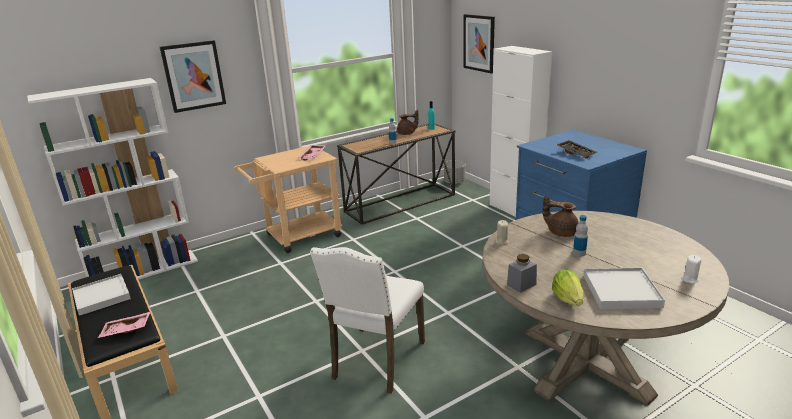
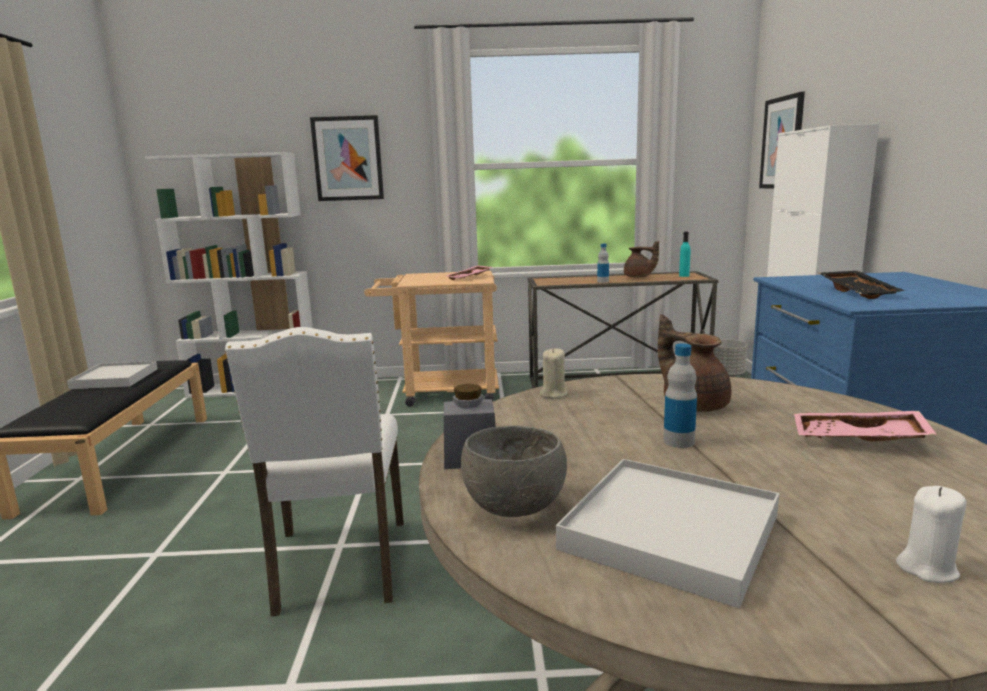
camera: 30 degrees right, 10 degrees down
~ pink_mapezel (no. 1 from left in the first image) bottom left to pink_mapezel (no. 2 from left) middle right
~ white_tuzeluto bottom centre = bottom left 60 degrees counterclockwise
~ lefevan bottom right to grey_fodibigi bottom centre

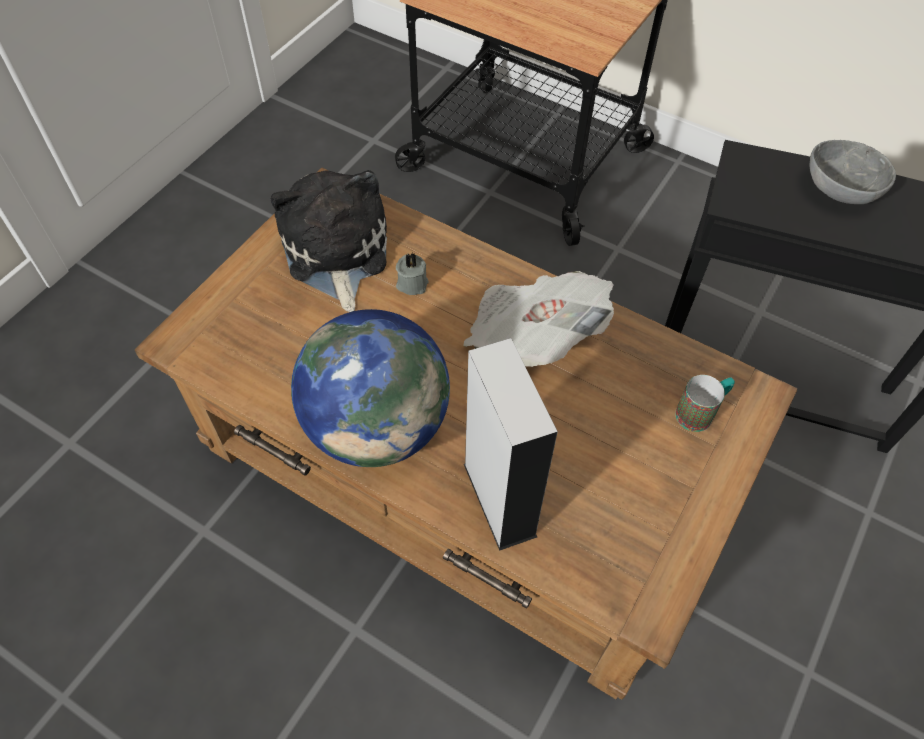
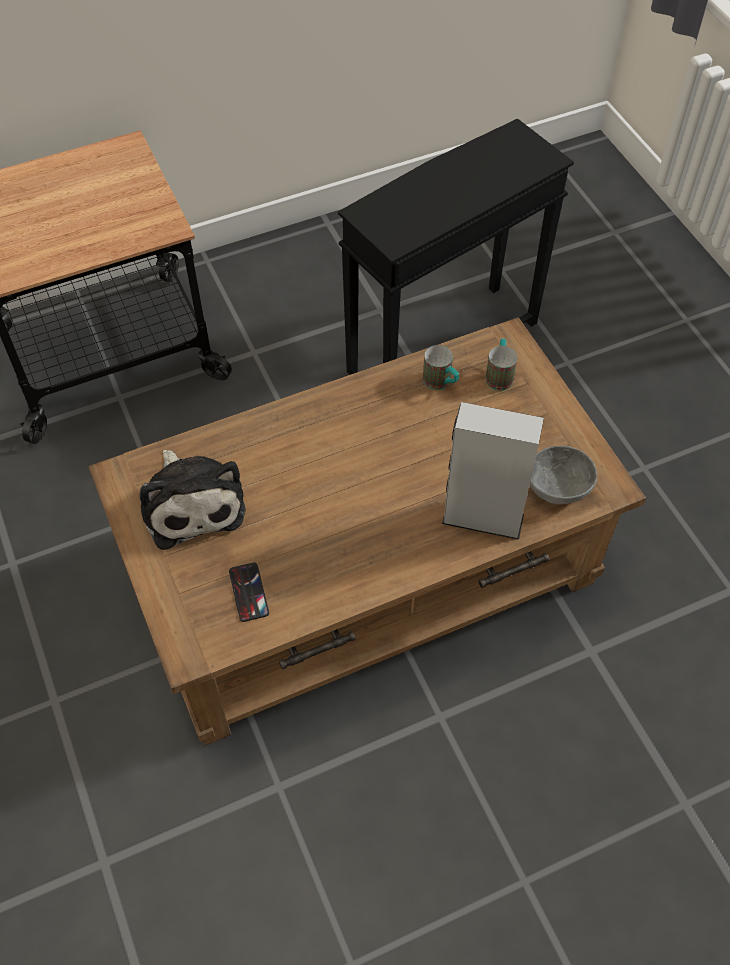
camera: 55 degrees left, 0 degrees up
~ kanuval top centre = middle left 135 degrees counterclockwise
- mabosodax centre
- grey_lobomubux centre
- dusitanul centre
~ grey_fodibigi top right to middle right
+ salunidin centre
+ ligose (no. 1 from left) centre

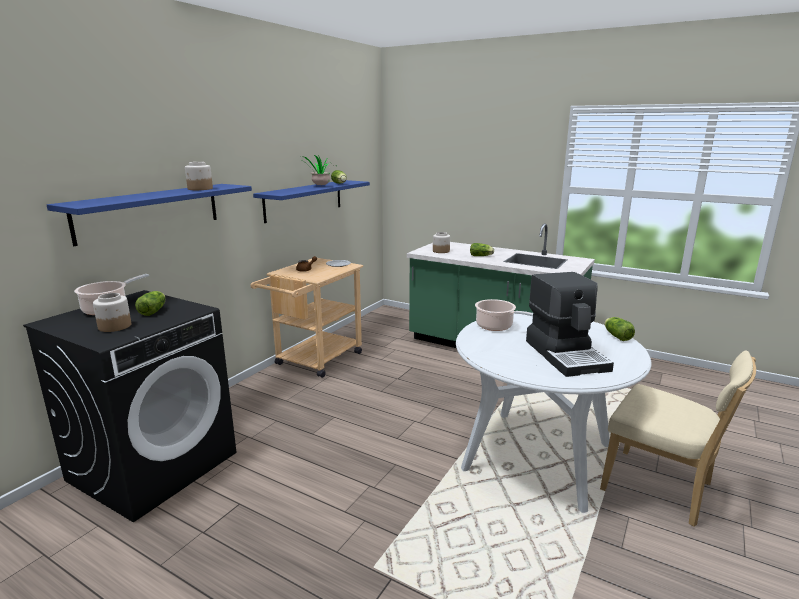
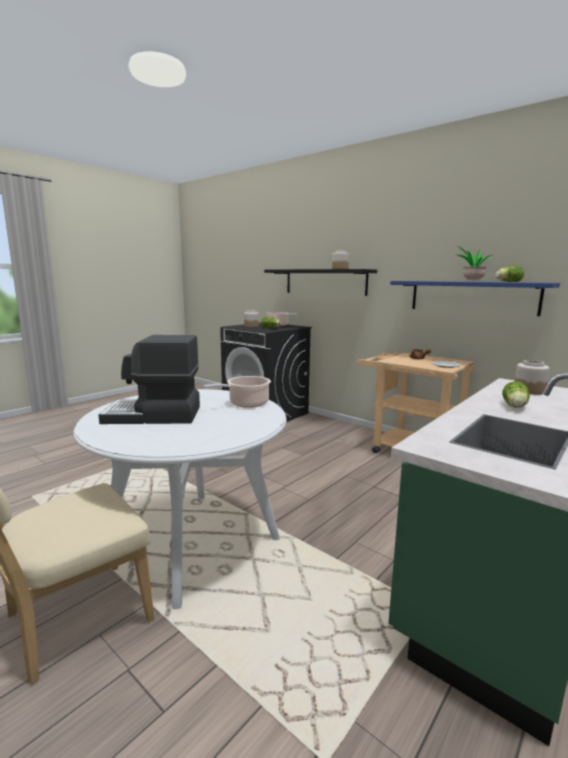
camera: 100 degrees right, 5 degrees down
~ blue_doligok (no. 1 from left) middle left to black_doligok centre
- lefevan (no. 4 from left) middle right

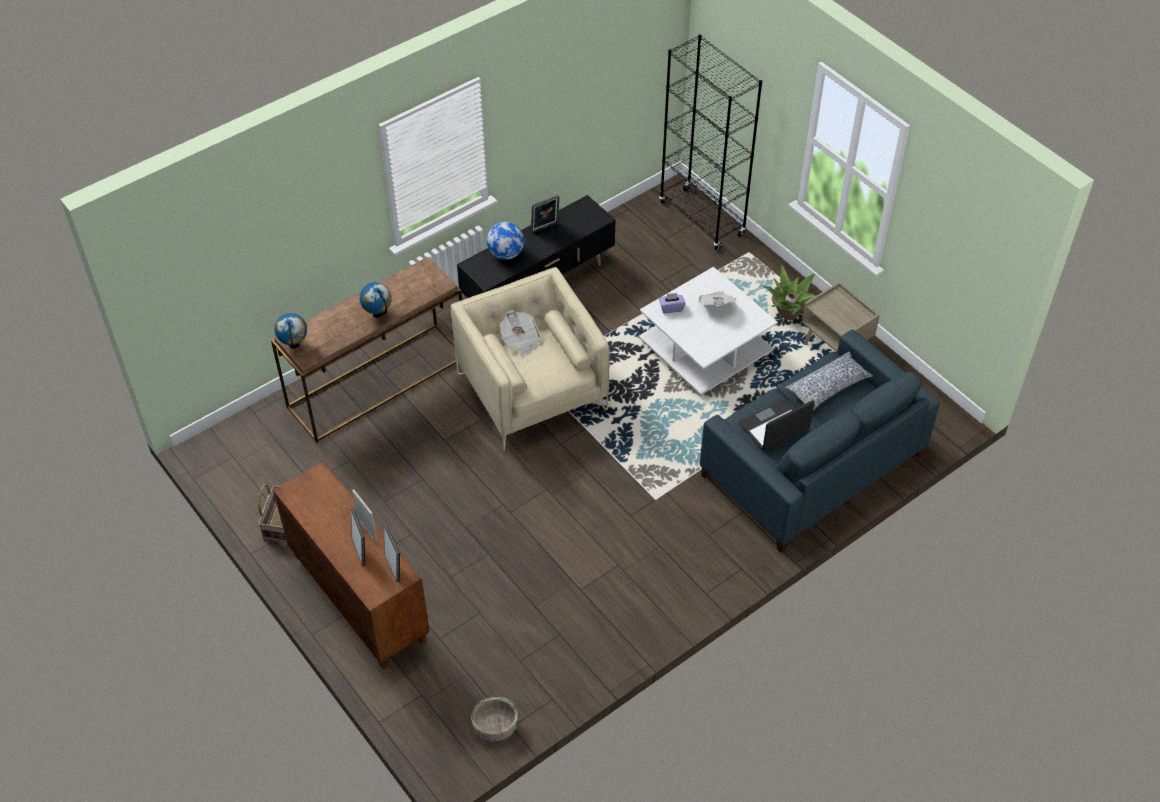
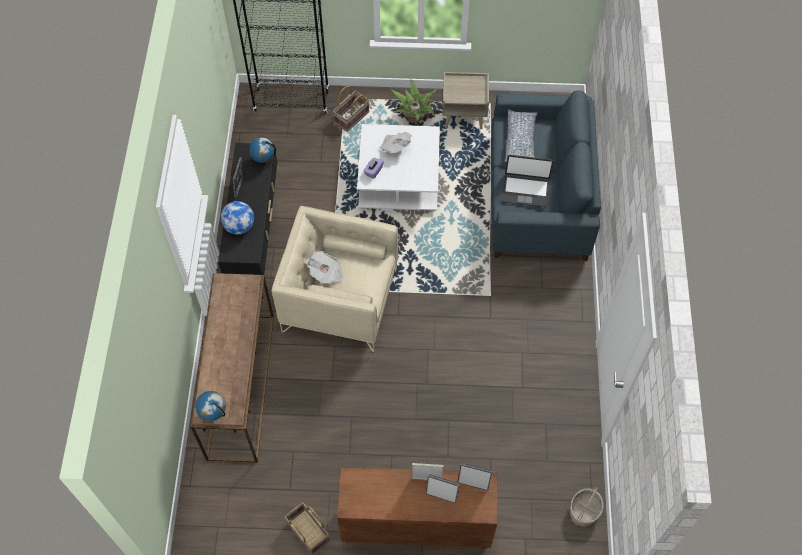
camera: 50 degrees left, 10 degrees up
~ mabosodax (no. 2 from left in the first image) middle left to mabosodax (no. 3 from left) top left
~ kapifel middle right = top centre 90 degrees counterclockwise
+ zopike (no. 2 from left) top centre

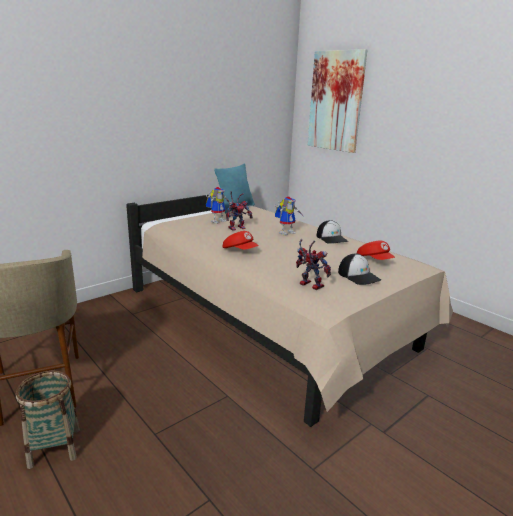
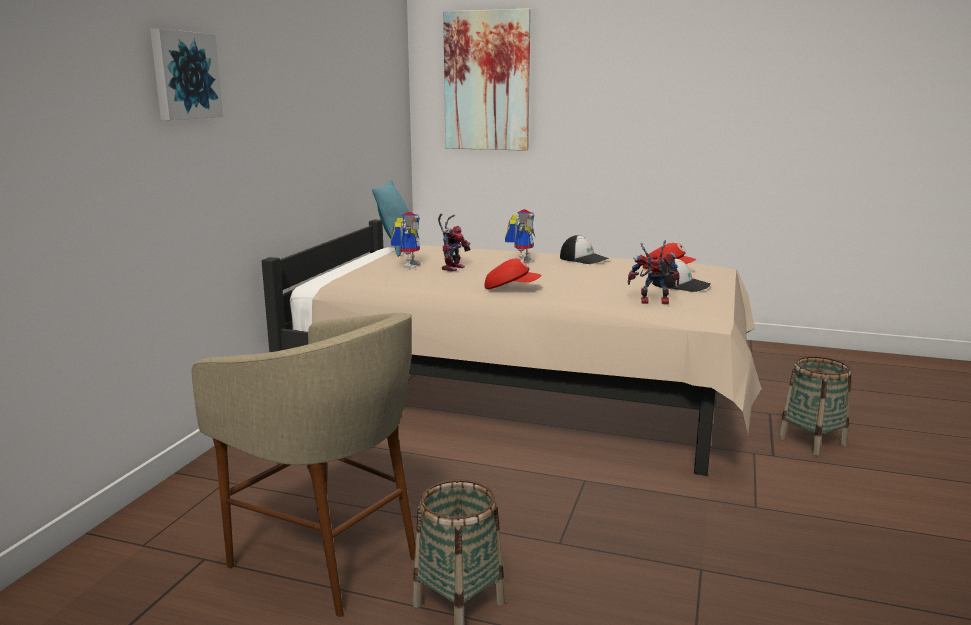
camera: 30 degrees left, 5 degrees down
+ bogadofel (no. 1 from left) top left
+ zopike (no. 2 from left) middle right

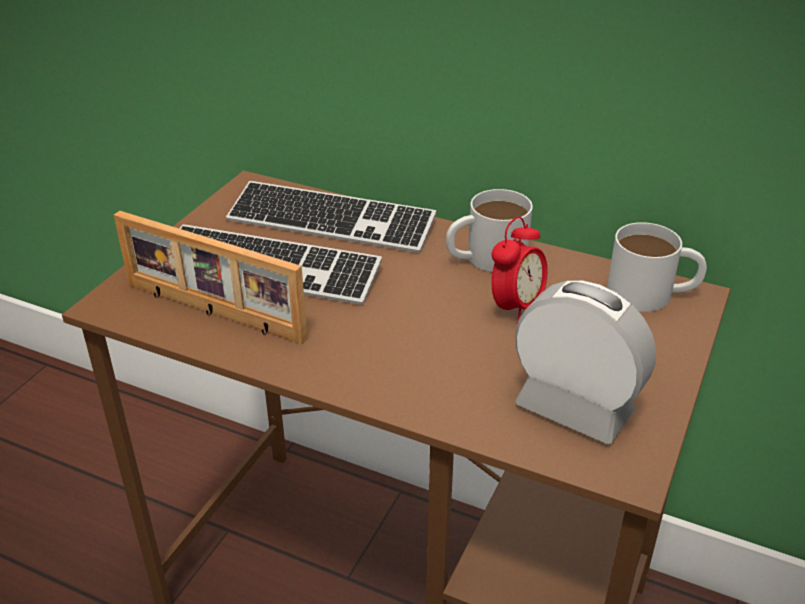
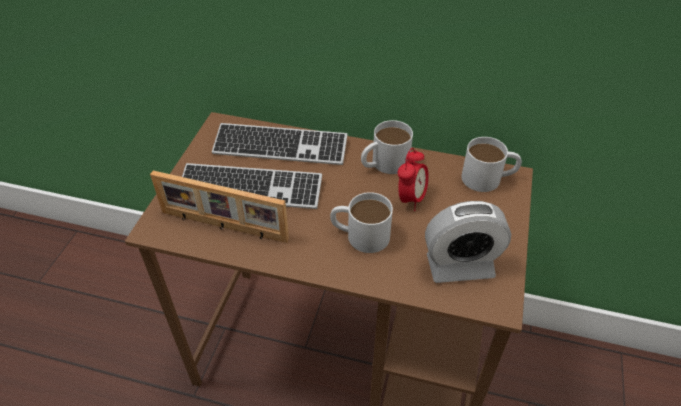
camera: 10 degrees left, 10 degrees up
~ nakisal (no. 2 from left) middle right = middle right 150 degrees clockwise
+ white_ligose (no. 1 from left) centre

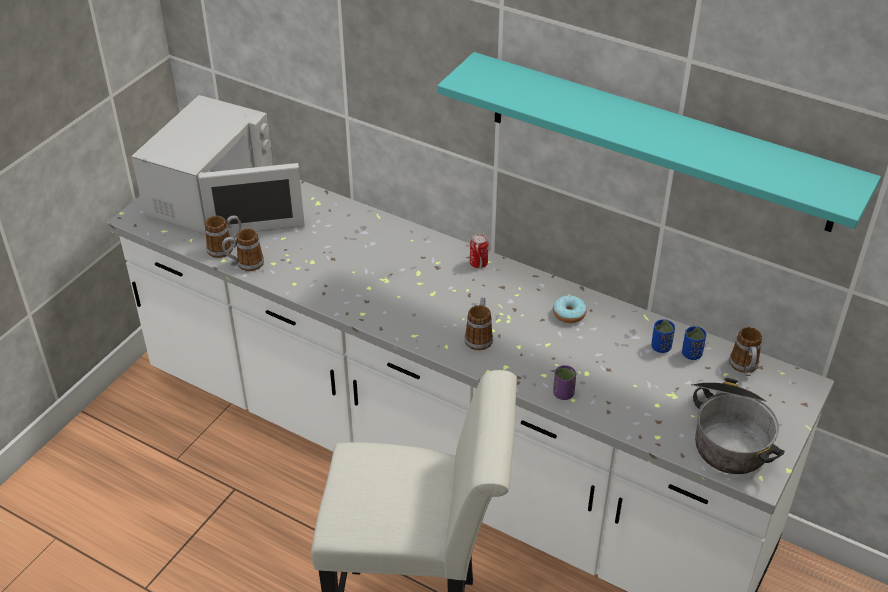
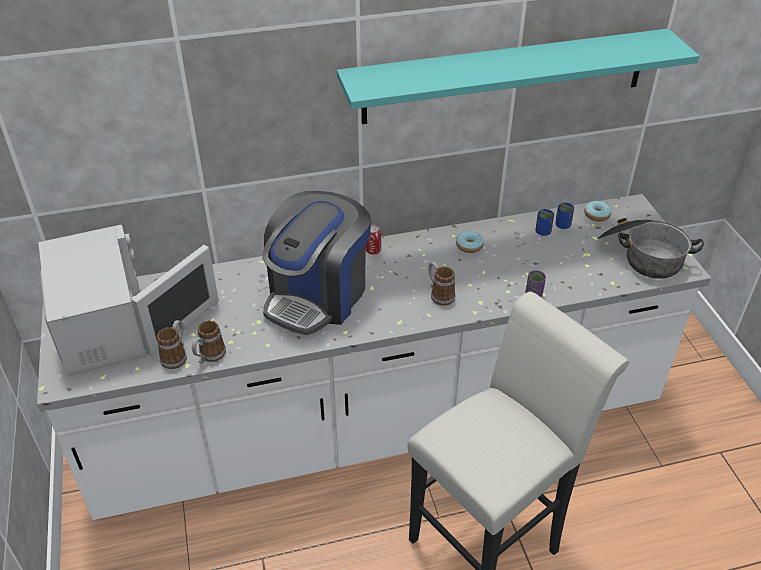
camera: 45 degrees left, 0 degrees up
~ ligose (no. 4 from left) middle right to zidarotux (no. 2 from left) middle right
+ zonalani centre

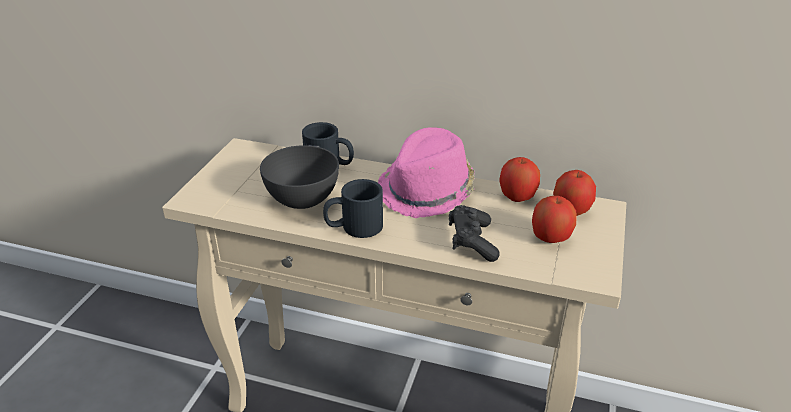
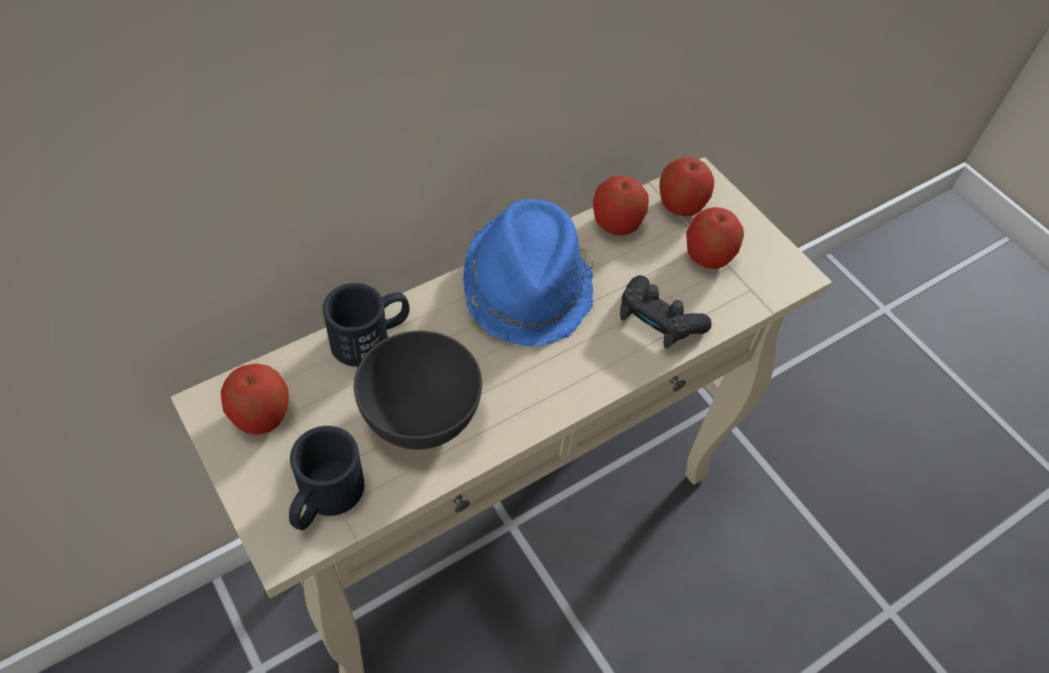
camera: 55 degrees left, 20 degrees up
~ black_ligose (no. 2 from left in the first image) centre to black_ligose (no. 1 from left) bottom left
~ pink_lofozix centre to blue_lofozix centre
+ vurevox (no. 1 from left) middle left

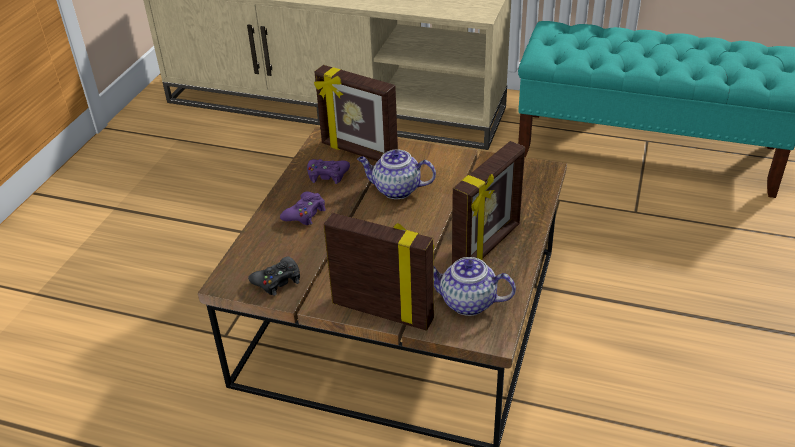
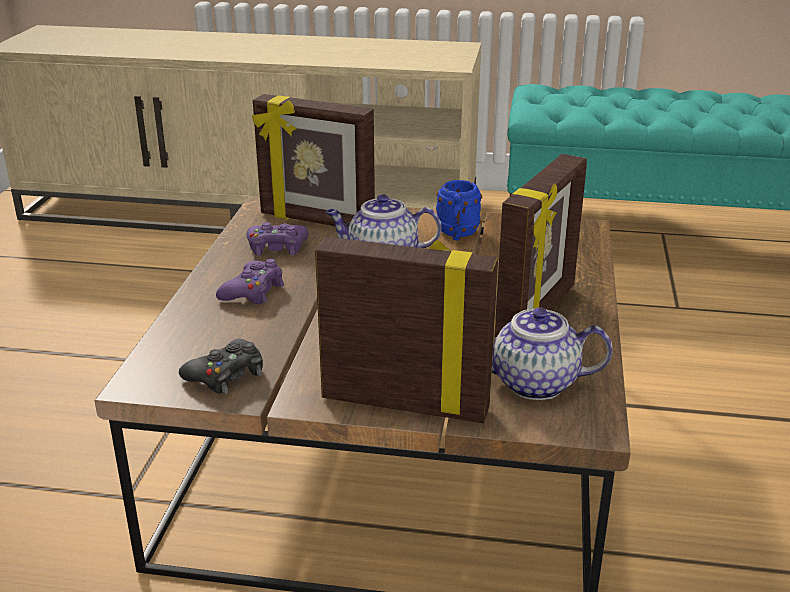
camera: 10 degrees left, 10 degrees down
+ blue_ligose centre

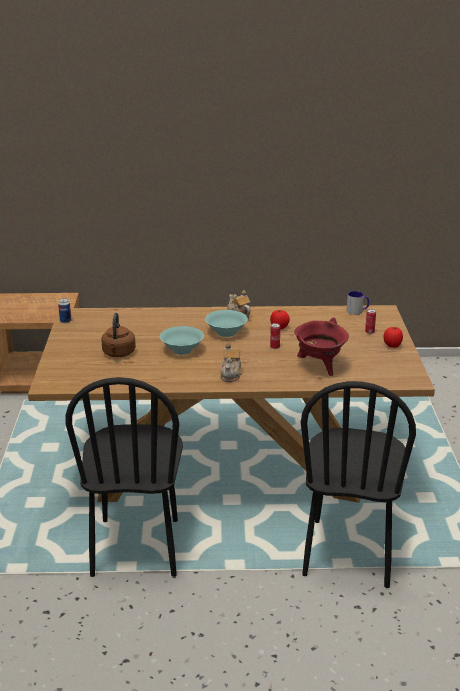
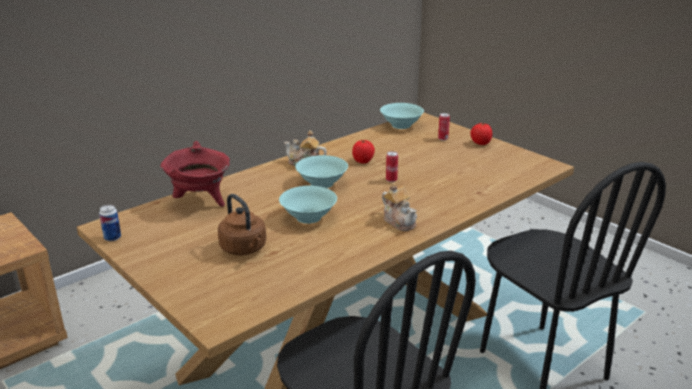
camera: 40 degrees left, 0 degrees up
~ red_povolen middle right to middle left
~ ligose middle right to turquoise_fodibigi (no. 3 from left) top centre

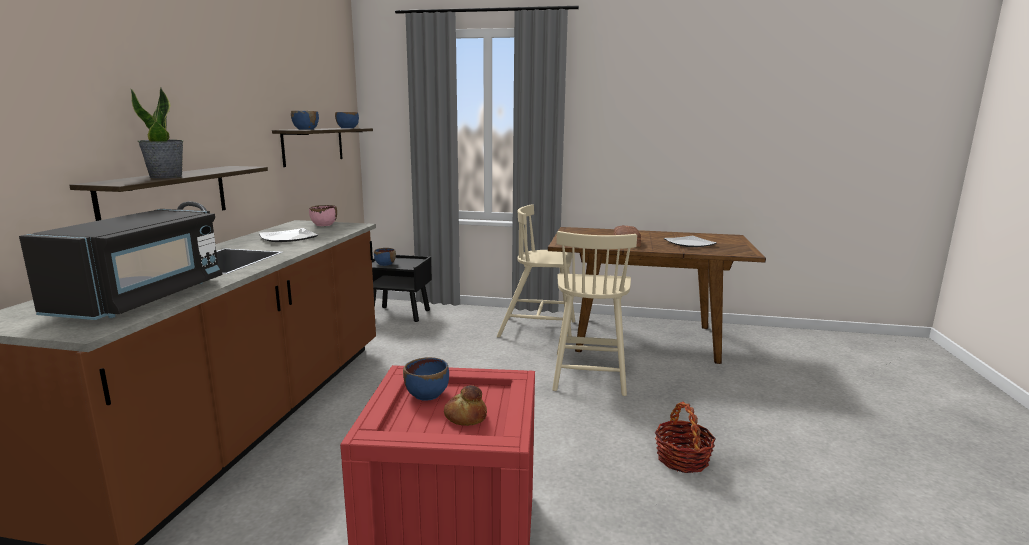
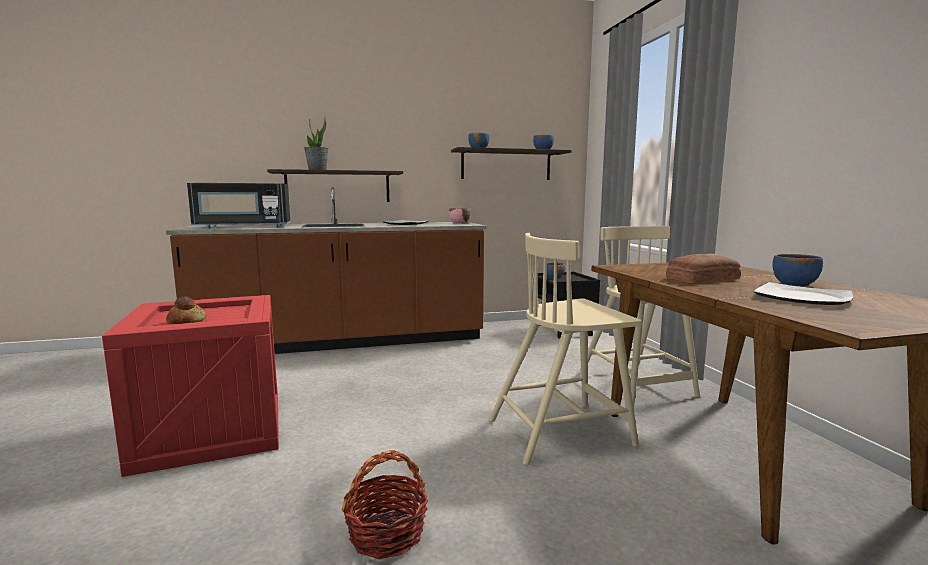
camera: 65 degrees right, 5 degrees down
~ blue_fodibigi (no. 4 from left) bottom centre to middle right

